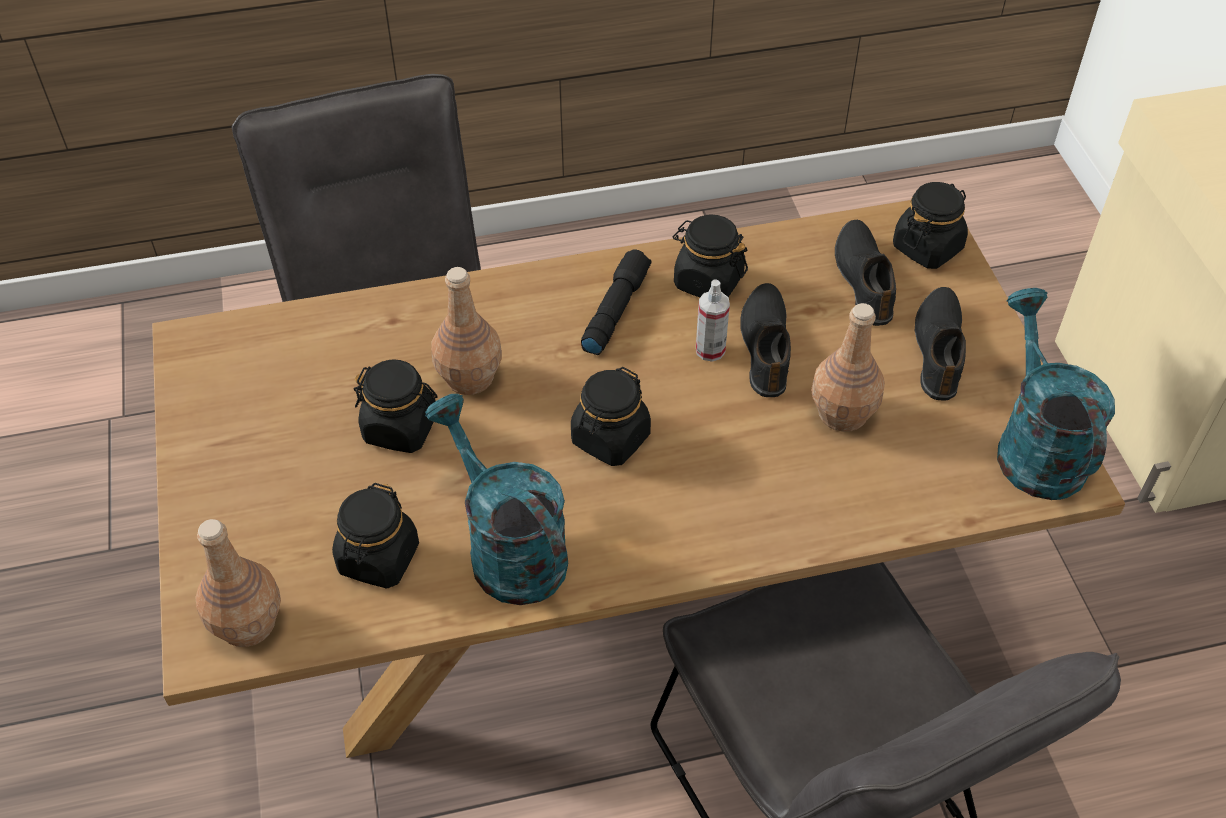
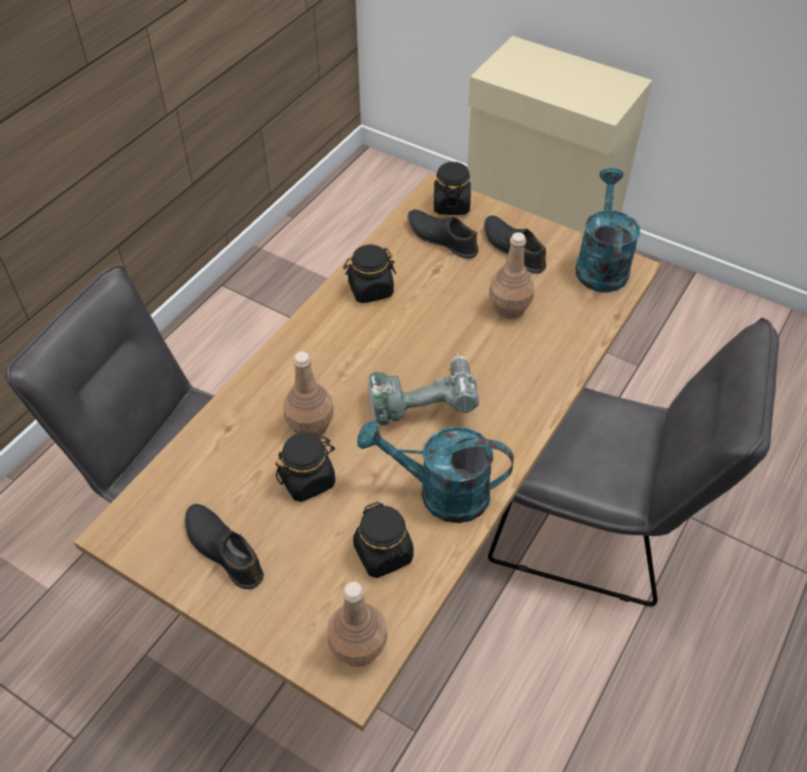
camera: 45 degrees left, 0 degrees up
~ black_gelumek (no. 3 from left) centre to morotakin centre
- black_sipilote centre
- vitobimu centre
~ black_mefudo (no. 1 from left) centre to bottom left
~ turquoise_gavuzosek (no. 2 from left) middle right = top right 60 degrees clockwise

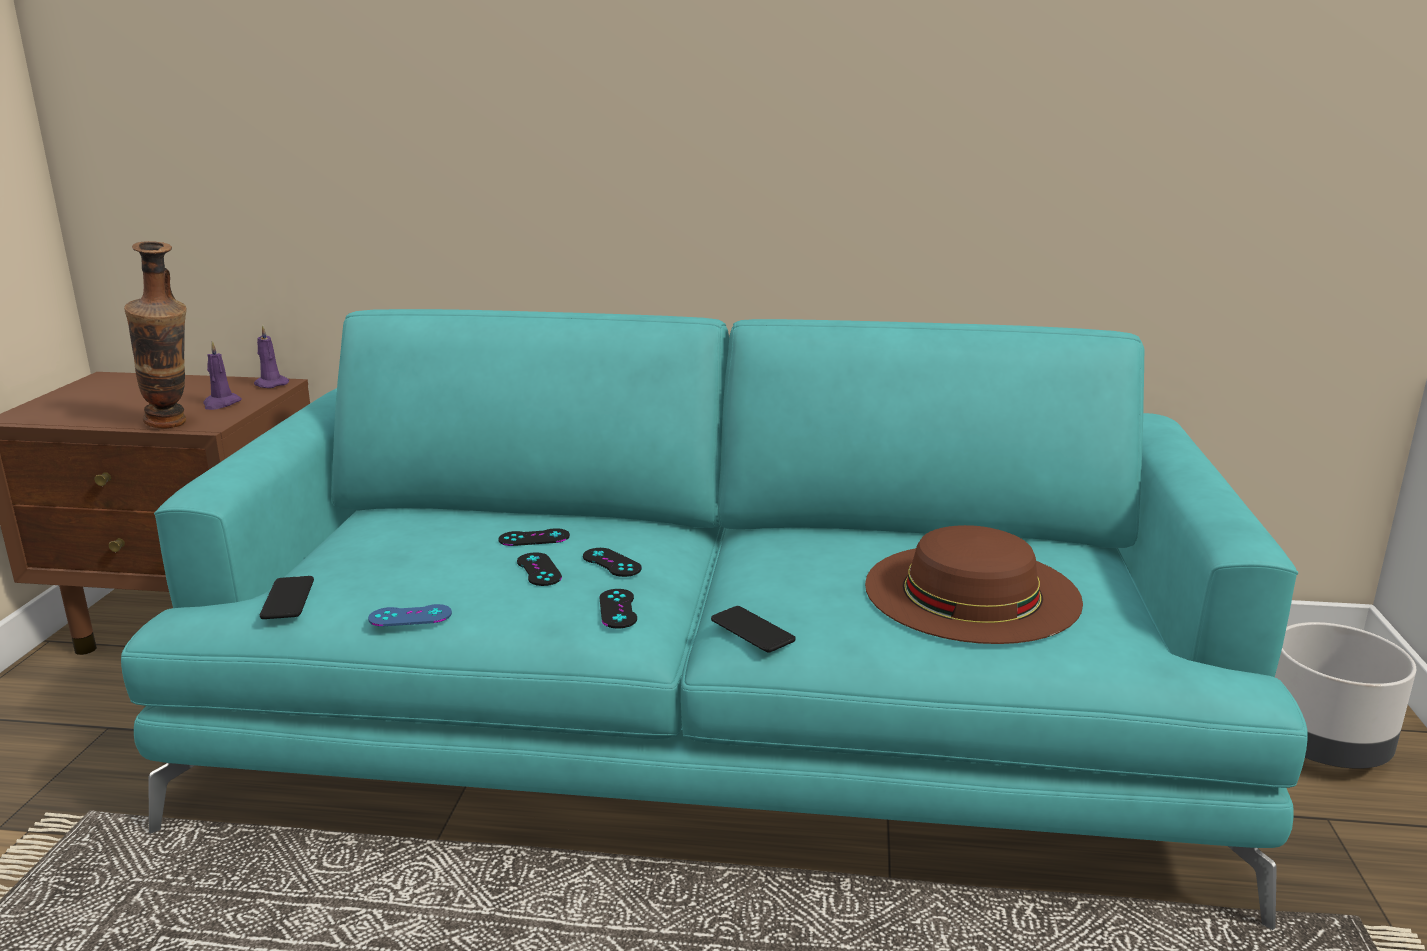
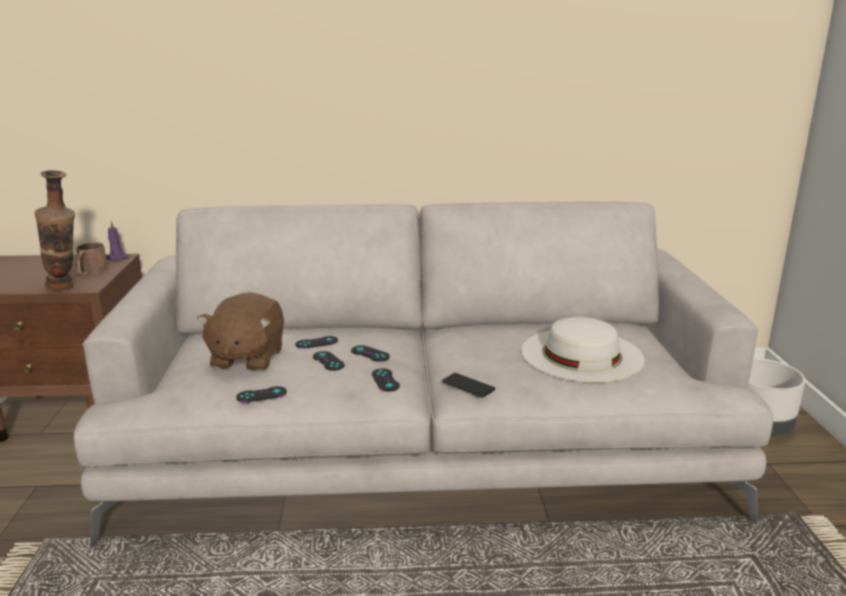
camera: 10 degrees left, 0 degrees up
~ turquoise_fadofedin centre to grey_fadofedin centre
~ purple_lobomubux (no. 1 from left) middle left to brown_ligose middle left
- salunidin (no. 1 from left) middle left
~ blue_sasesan middle left to black_sasesan (no. 1 from left) middle left
~ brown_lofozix middle right to white_lofozix middle right
+ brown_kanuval middle left

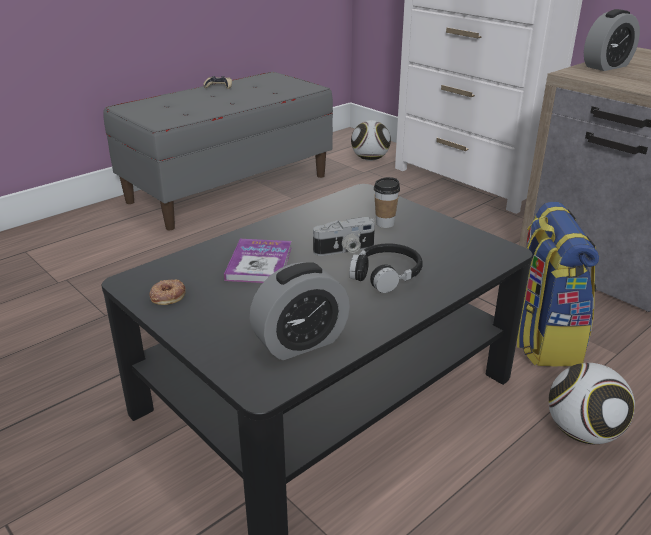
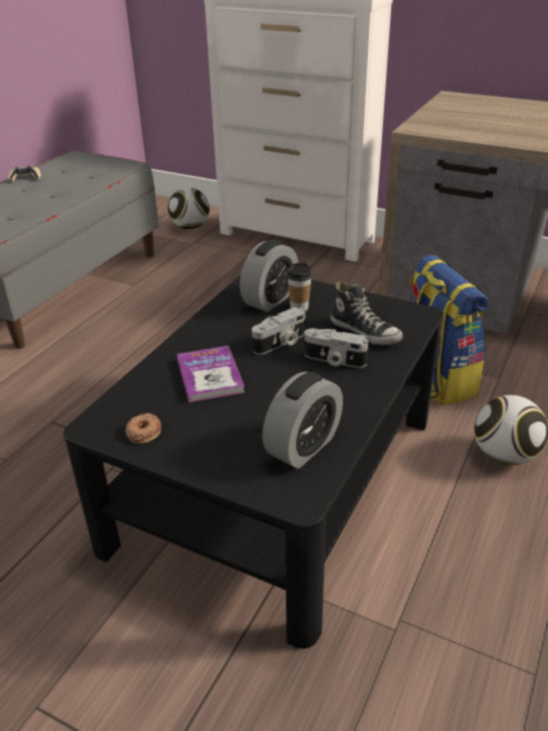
camera: 20 degrees left, 5 degrees up
~ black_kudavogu centre to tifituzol (no. 2 from left) centre
~ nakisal (no. 2 from left in the first image) top right to nakisal (no. 1 from left) centre
+ mefudo middle right

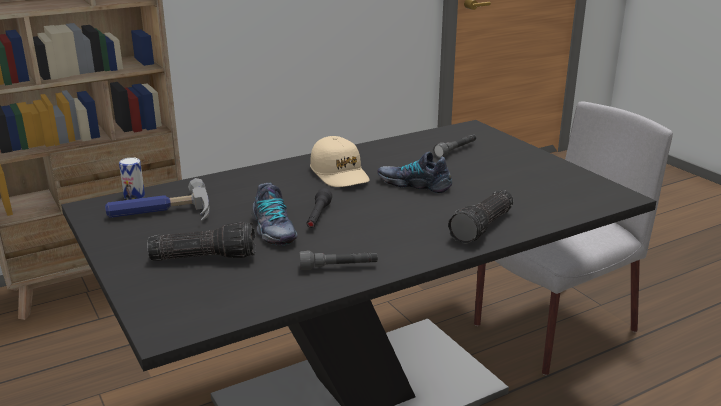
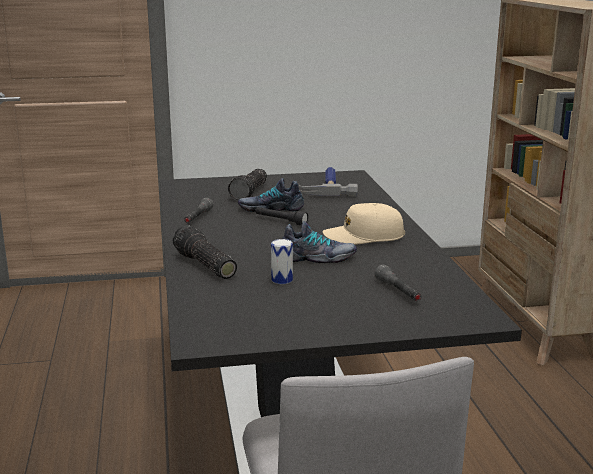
camera: 110 degrees right, 5 degrees down
~ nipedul middle left to centre
~ mefudo (no. 2 from left) centre = centre 45 degrees clockwise

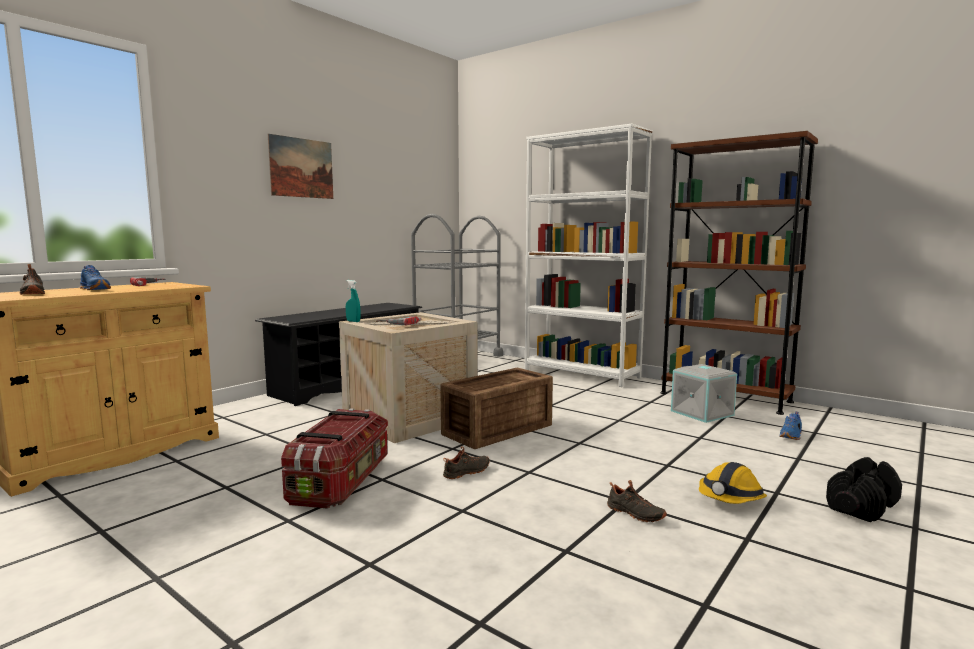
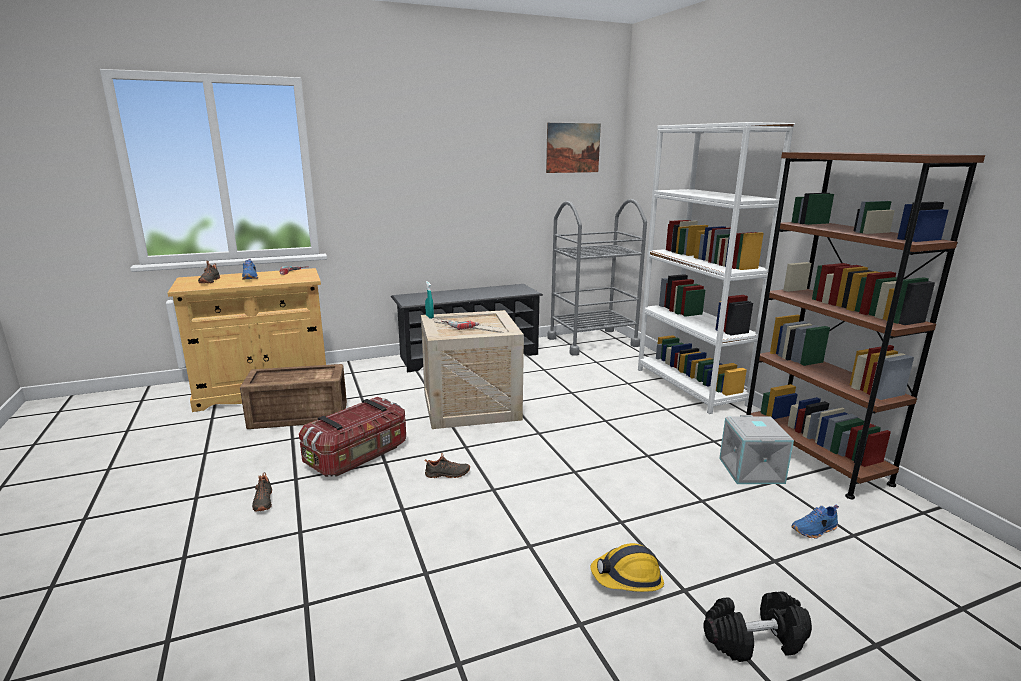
camera: 30 degrees right, 10 degrees up
~ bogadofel top left to top centre
~ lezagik (no. 2 from left in the first image) centre to lezagik (no. 1 from left) middle left
~ black_mefudo (no. 3 from left in the first image) bottom centre to black_mefudo (no. 2 from left) bottom left

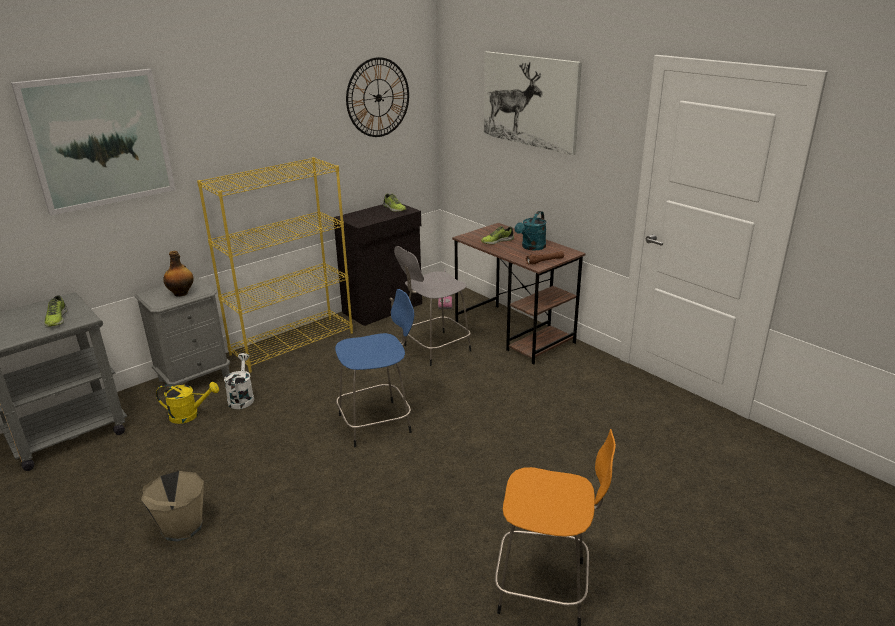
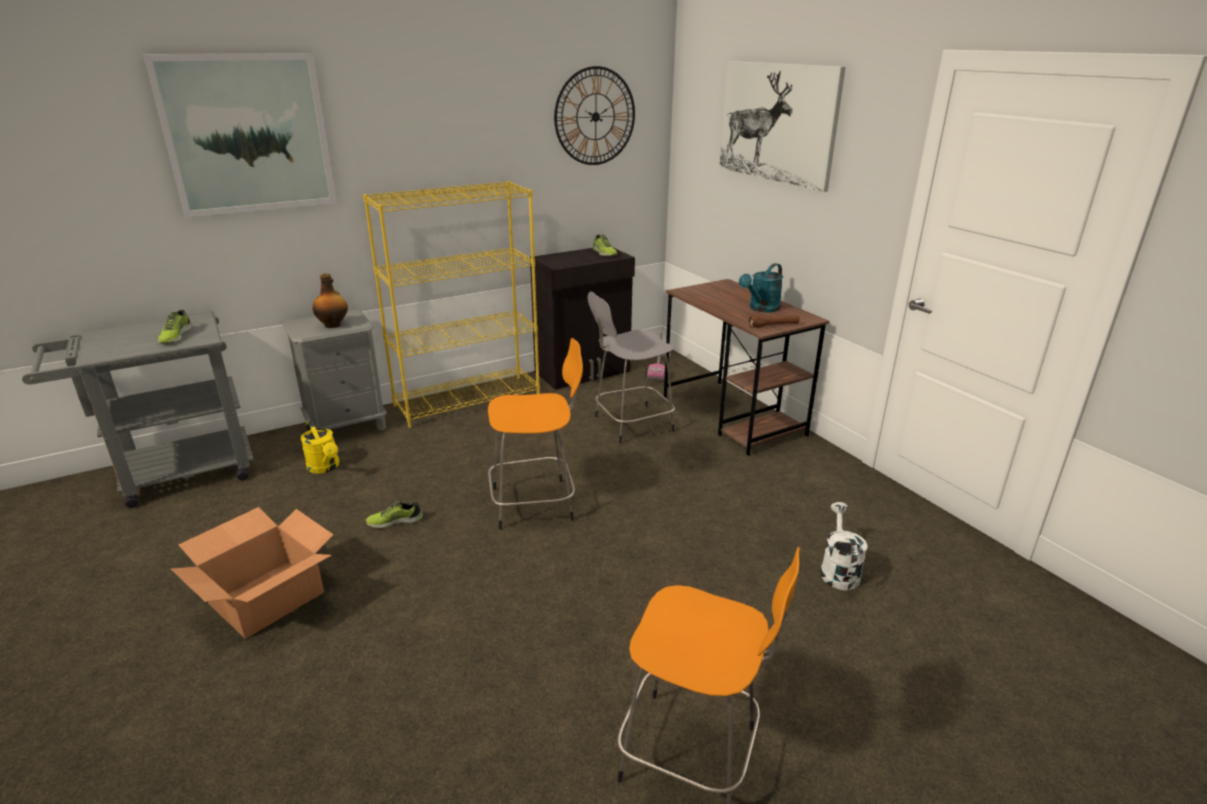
camera: 10 degrees right, 0 degrees up
~ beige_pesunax bottom left to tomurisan bottom left
~ yellow_gavuzosek middle left = middle left 45 degrees clockwise
~ white_gavuzosek middle left to bottom right
~ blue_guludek centre to orange_guludek (no. 1 from left) centre
~ mefudo (no. 3 from left in the first image) centre to mefudo (no. 2 from left) middle left

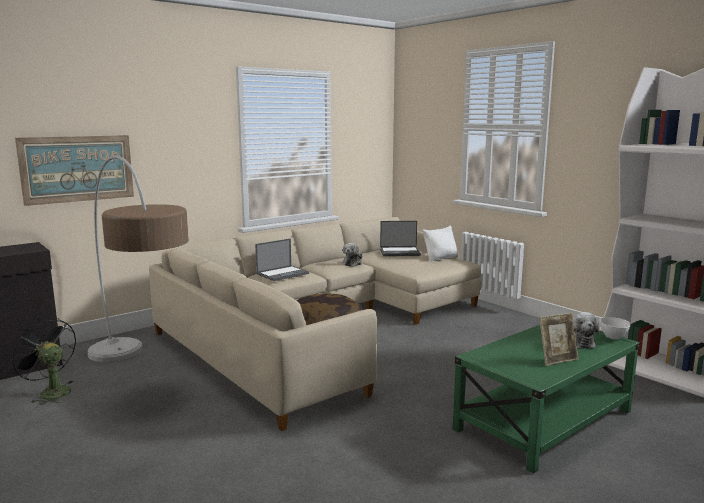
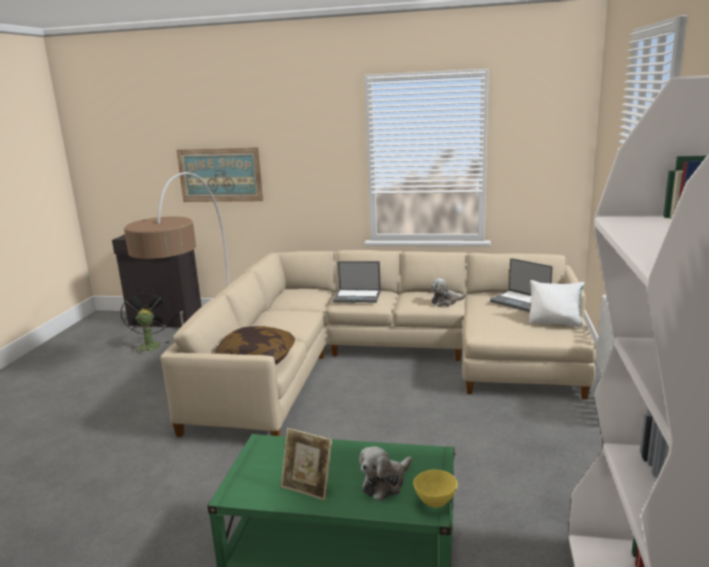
camera: 50 degrees right, 5 degrees up
~ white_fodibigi middle right to yellow_fodibigi bottom centre

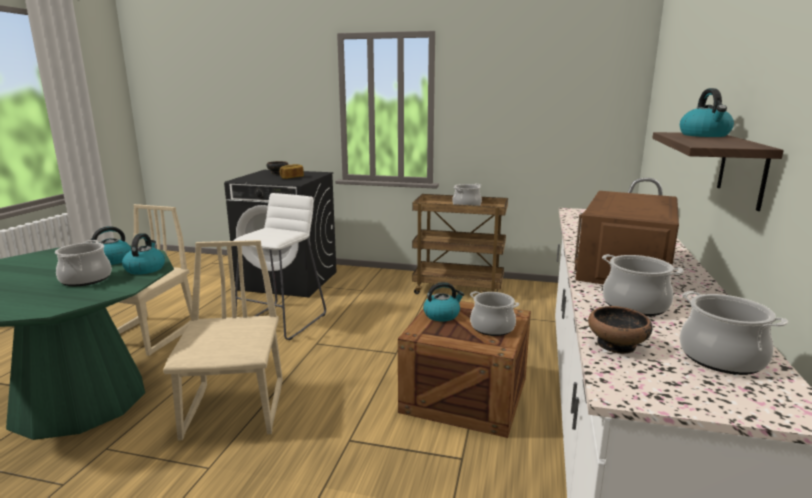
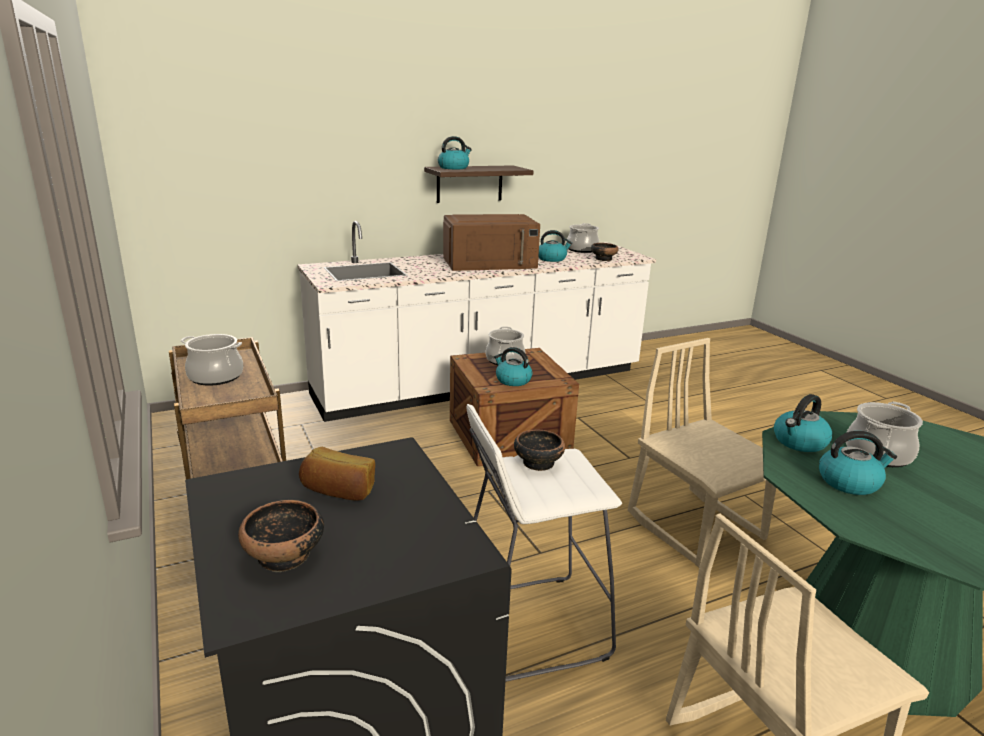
camera: 130 degrees left, 5 degrees up
~ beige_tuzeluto (no. 2 from left in the first image) bottom left = middle right 105 degrees clockwise
~ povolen (no. 4 from left) middle right to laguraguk (no. 3 from left) centre
+ fodibigi (no. 2 from left) centre

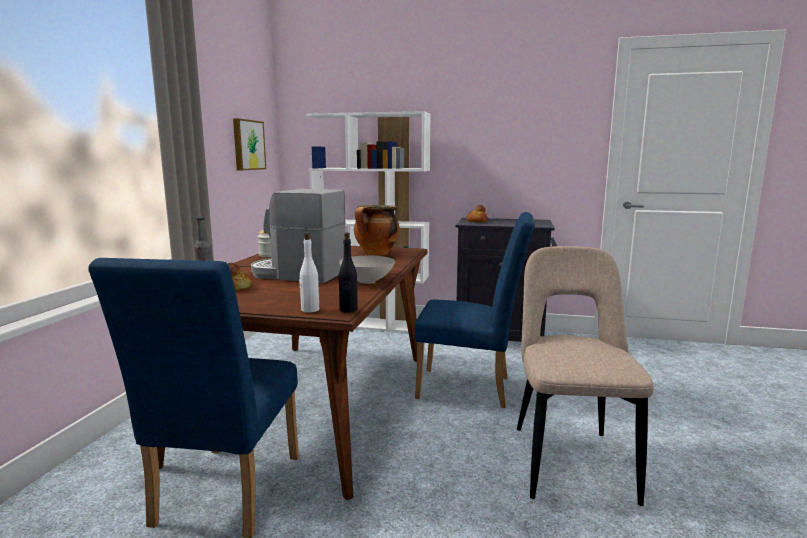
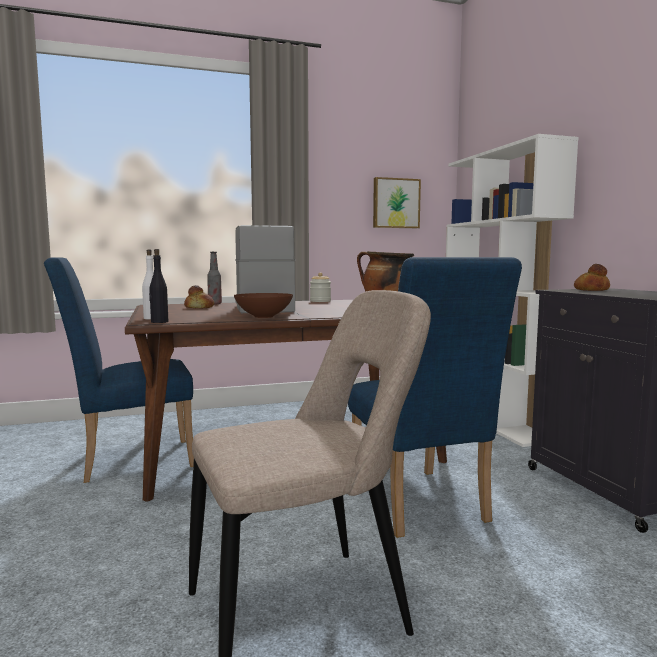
camera: 60 degrees right, 5 degrees down
~ white_fodibigi centre to brown_fodibigi centre

